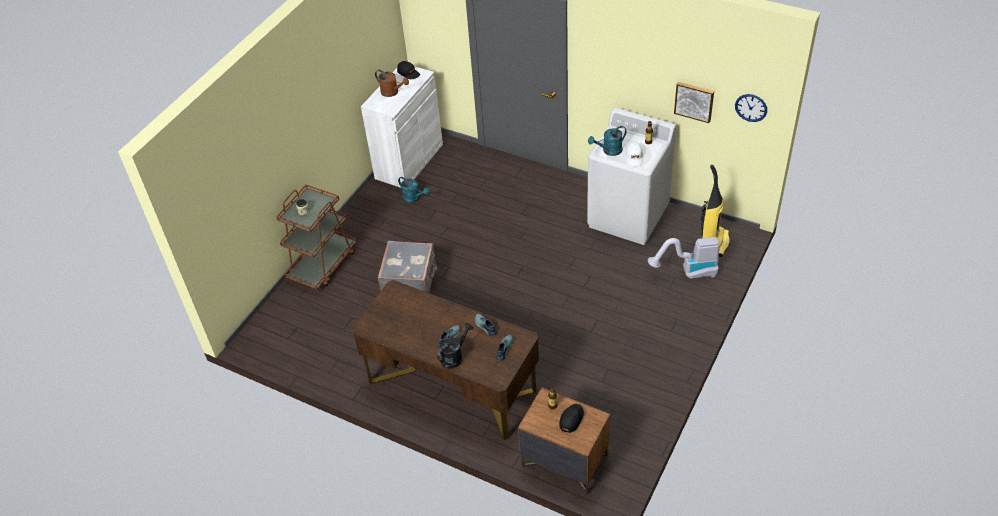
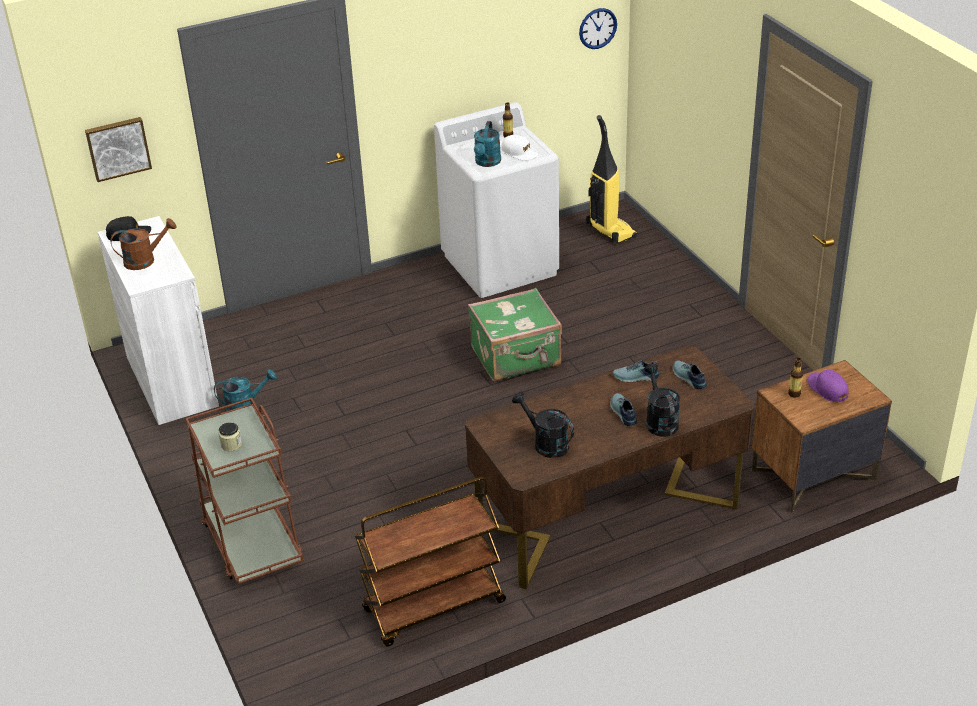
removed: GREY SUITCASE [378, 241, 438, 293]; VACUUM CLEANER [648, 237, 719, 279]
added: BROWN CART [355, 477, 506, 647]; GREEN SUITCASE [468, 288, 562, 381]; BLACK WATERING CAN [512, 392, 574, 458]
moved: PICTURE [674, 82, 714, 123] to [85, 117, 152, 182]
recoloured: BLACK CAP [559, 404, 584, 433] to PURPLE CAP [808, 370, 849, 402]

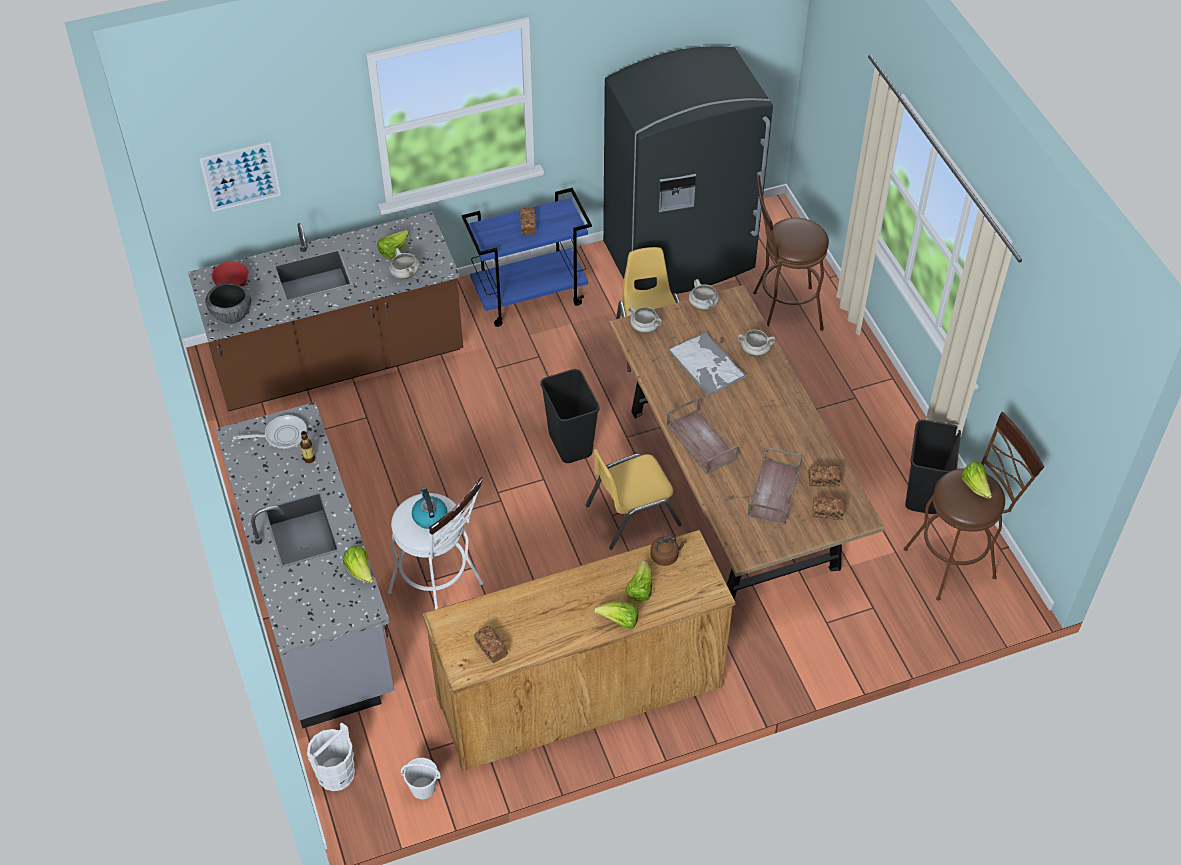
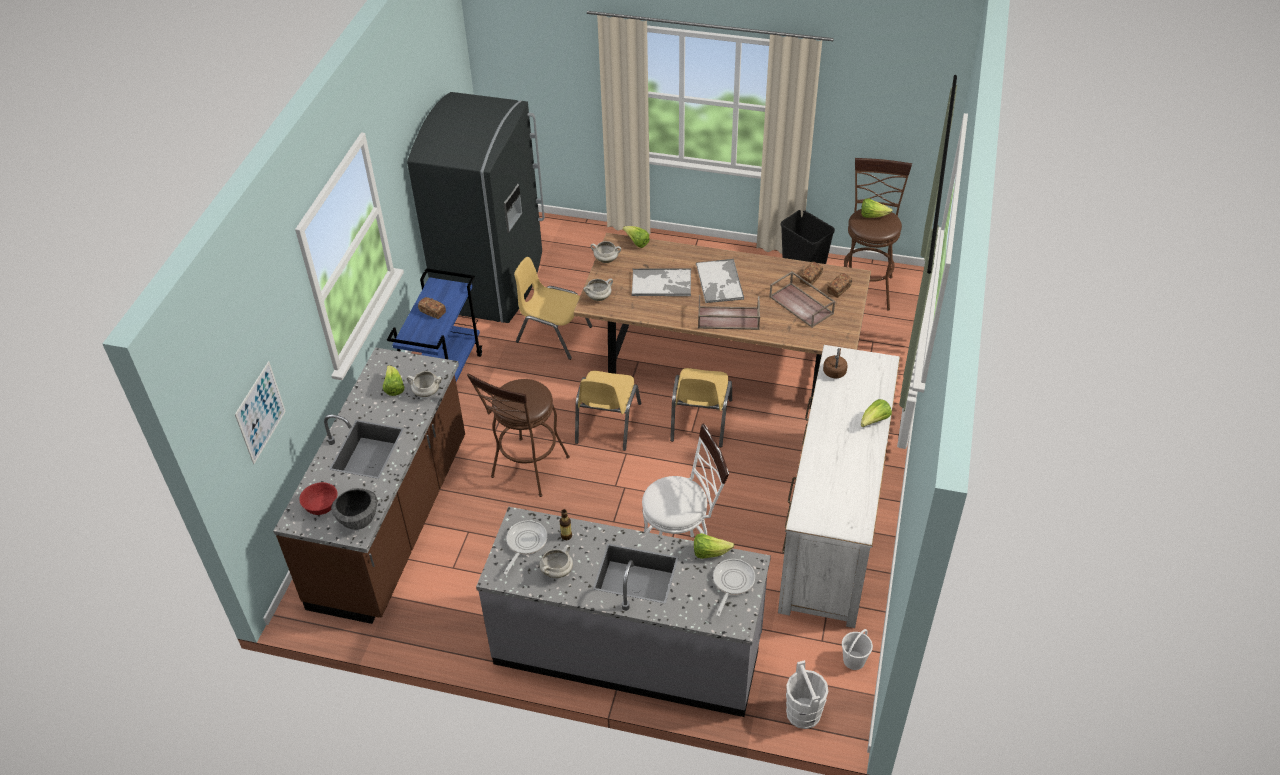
removed: KETTLE [412, 487, 447, 529]; BREAD [474, 626, 508, 663]
added: TRAY [696, 259, 744, 303]; FRYING PAN [713, 559, 755, 617]
moved: LETTUCE [626, 560, 652, 602] to [623, 226, 650, 248]; WHITE COOKING POT [738, 329, 776, 357] to [539, 545, 573, 578]; BROWN STOOL [753, 175, 829, 331] to [467, 373, 570, 497]
replaced: BLACK TRASH CAN [540, 369, 600, 463] to YELLOW CHAIR [575, 371, 641, 451]
recoloured: BROWN DRESSER [422, 530, 736, 771] to WHITE DRESSER [778, 345, 900, 628]

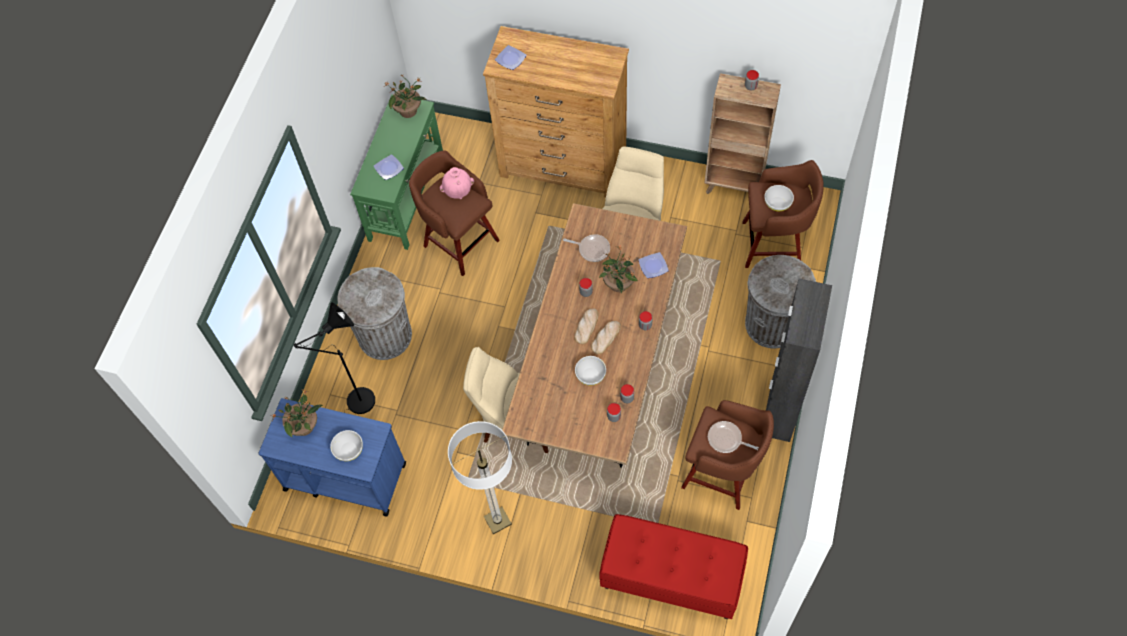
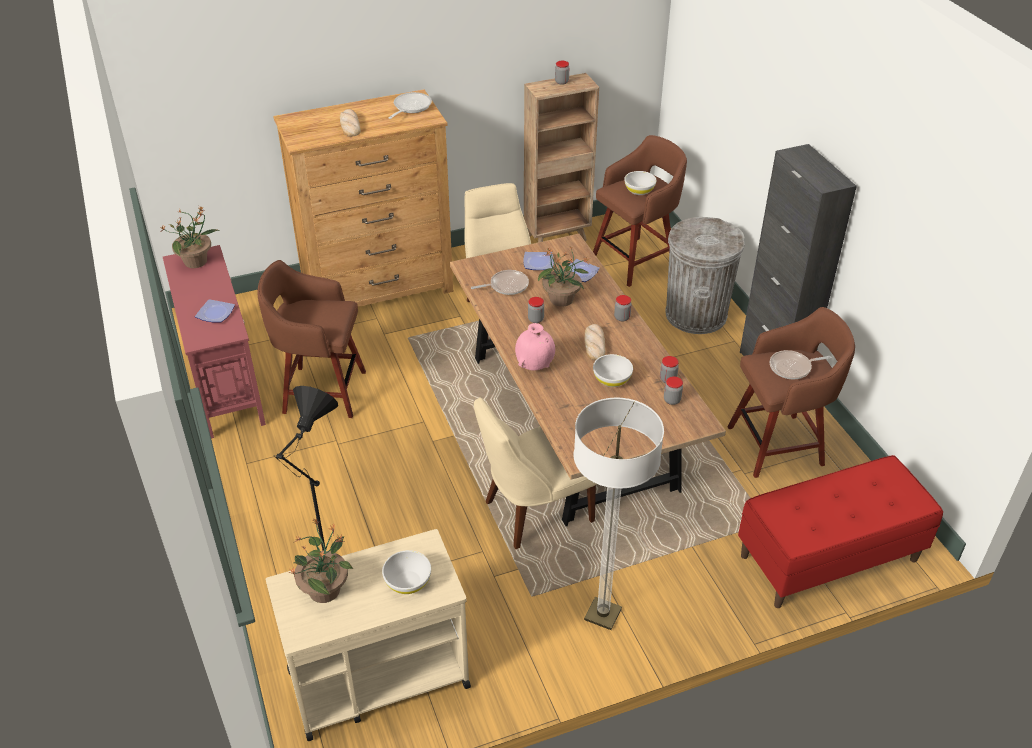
removed: GREY TRASH CAN [337, 267, 412, 360]
added: FRYING PAN [388, 92, 432, 119]
moved: PINK VASE [440, 167, 474, 199] to [515, 323, 555, 370]; PLATE [495, 45, 527, 70] to [523, 252, 554, 270]; BREAD [574, 308, 599, 344] to [340, 109, 361, 137]
recoloured: BLUE CART [258, 398, 406, 517] to BEIGE CART [266, 529, 471, 741]; GREEN CONSOLE TABLE [350, 94, 443, 250] to RED CONSOLE TABLE [163, 245, 266, 439]

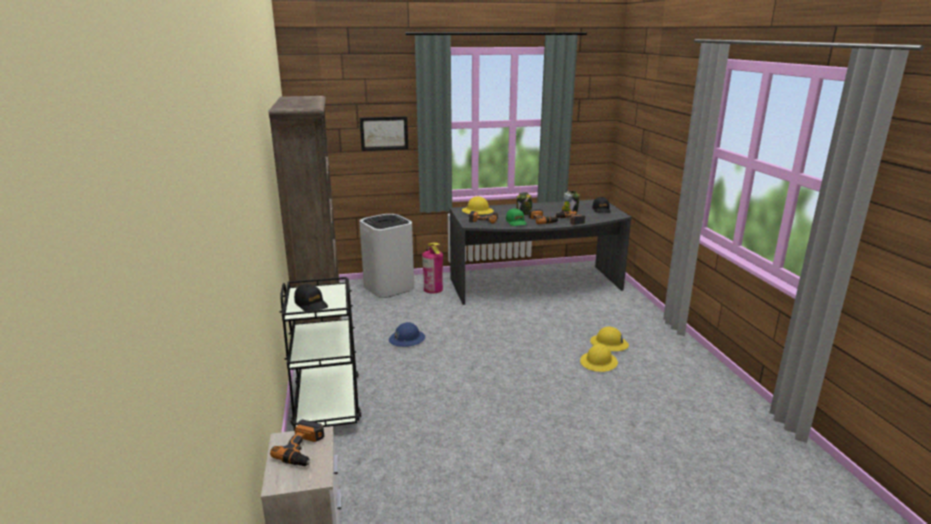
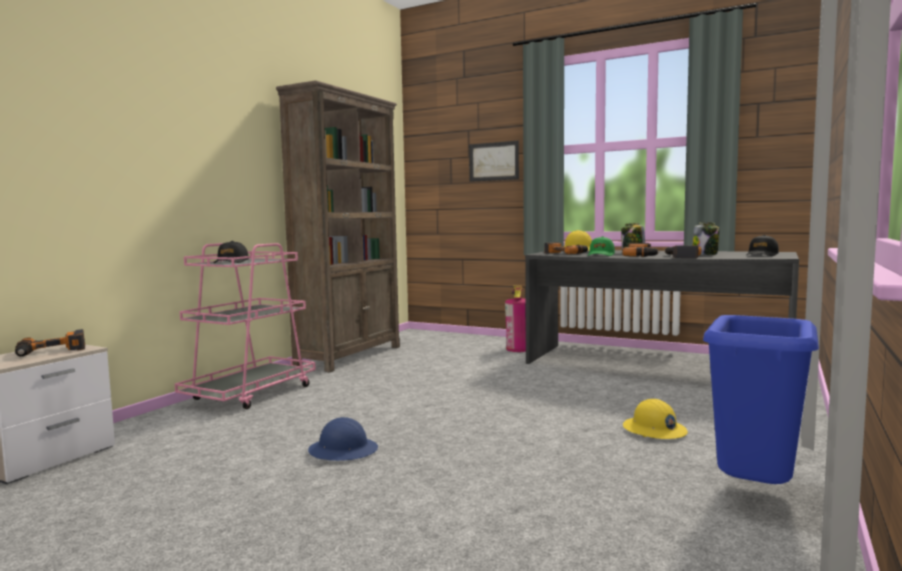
removed: WHITE TRASH CAN [359, 214, 414, 298]; YELLOW HARD HAT [580, 344, 618, 372]
added: BLUE TRASH CAN [703, 315, 819, 484]
moved: BLUE HARD HAT [389, 322, 425, 347] to [308, 417, 378, 461]
recoloured: BLACK CART [280, 277, 362, 431] to PINK CART [175, 243, 316, 409]

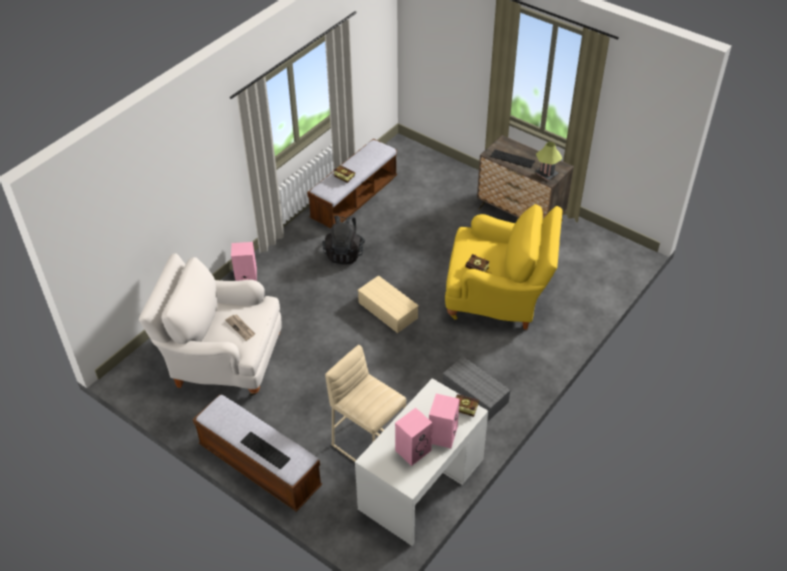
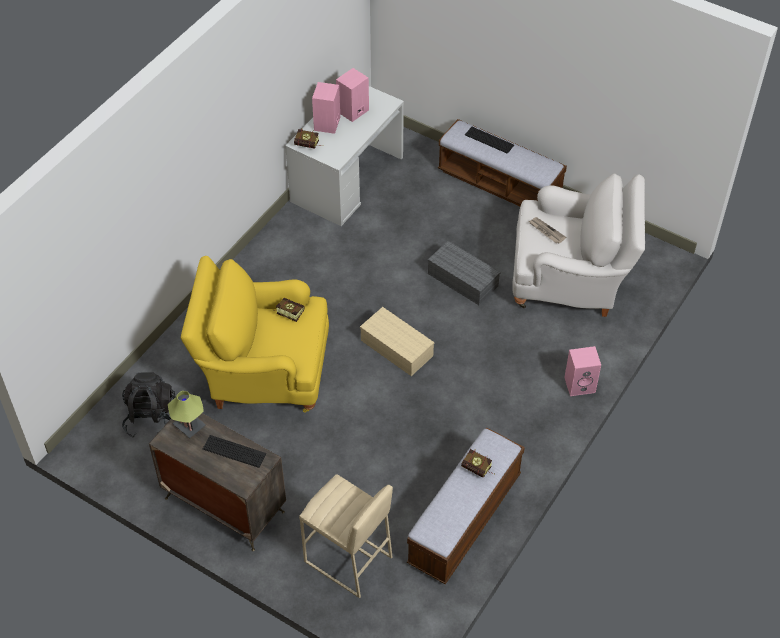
moved: BLACK BACKPACK [323, 215, 365, 264] to [122, 372, 176, 438]; BEIGE STOOL [325, 345, 406, 462] to [299, 474, 393, 598]; GREY STORAGE BOX [443, 356, 511, 420] to [428, 241, 500, 305]

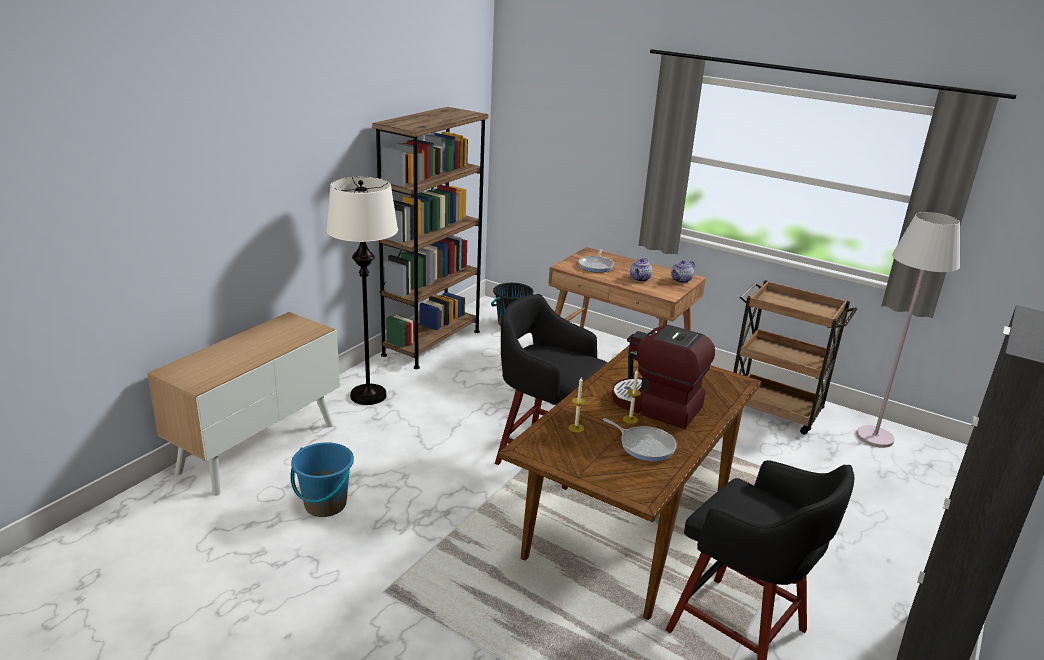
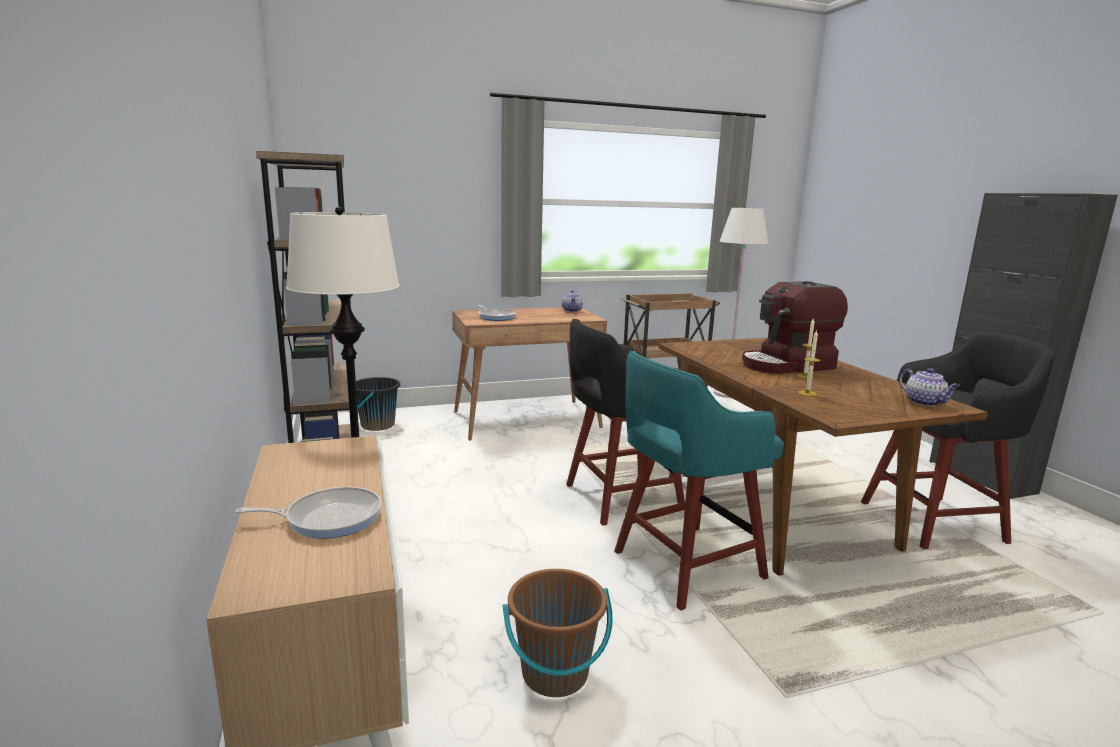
added: TURQUOISE STOOL [614, 351, 784, 611]
moved: FRYING PAN [603, 418, 677, 461] to [236, 487, 382, 539]; TEAPOT [630, 258, 652, 282] to [899, 368, 960, 406]
recoloured: BLUE BUCKET [290, 442, 354, 517] to BROWN BUCKET [503, 569, 613, 697]

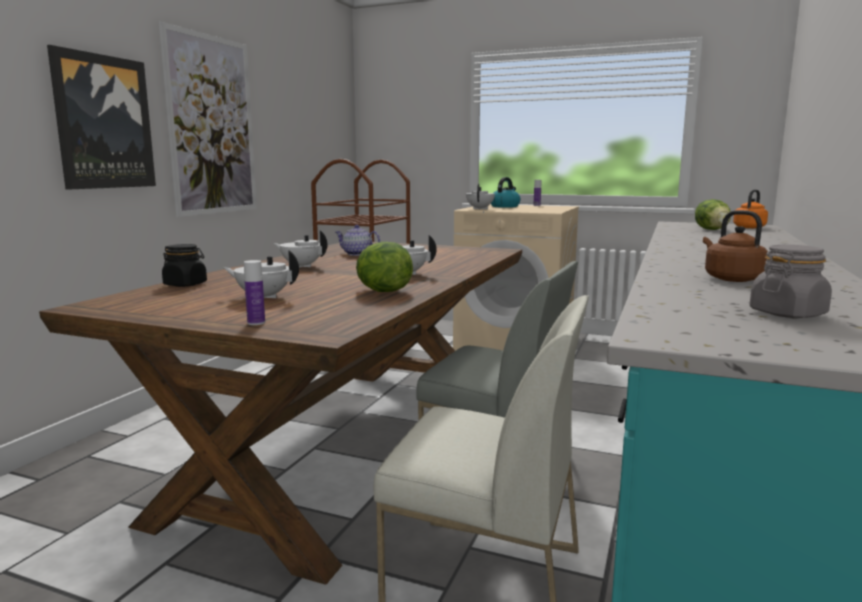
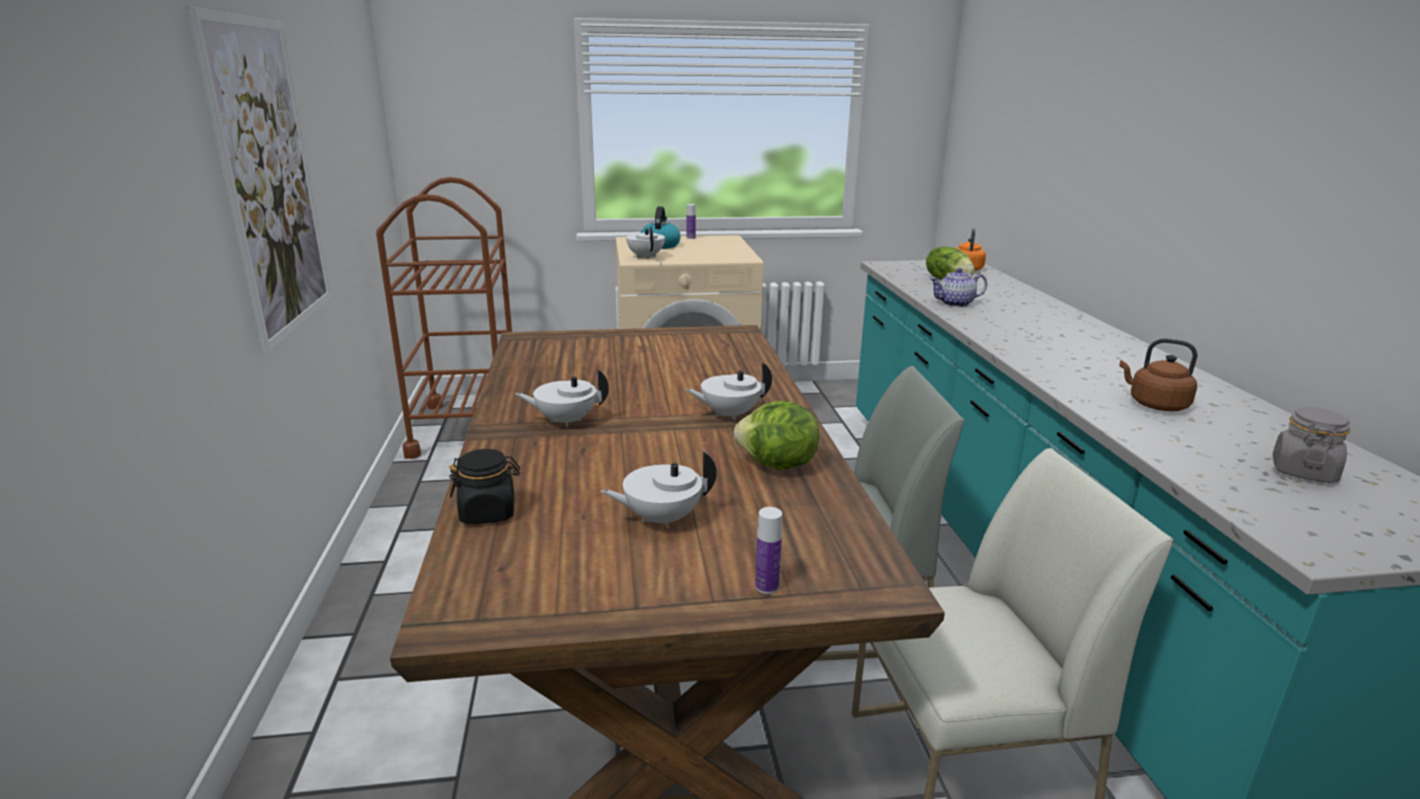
removed: PICTURE [47, 45, 156, 190]
moved: TEAPOT [335, 225, 380, 256] to [929, 268, 987, 307]

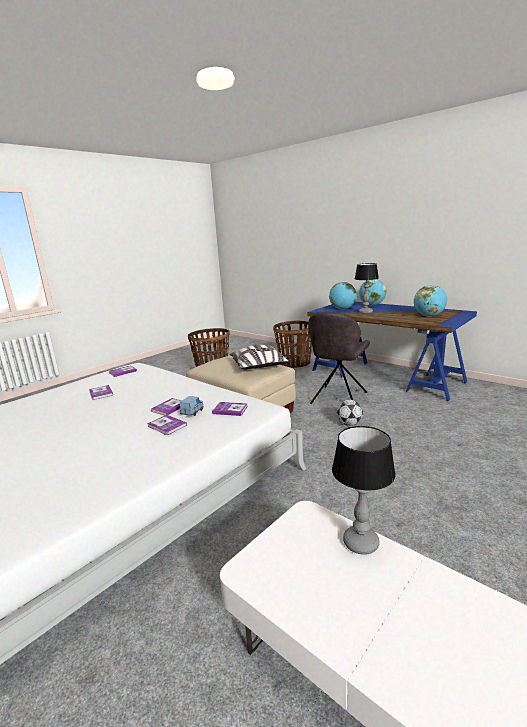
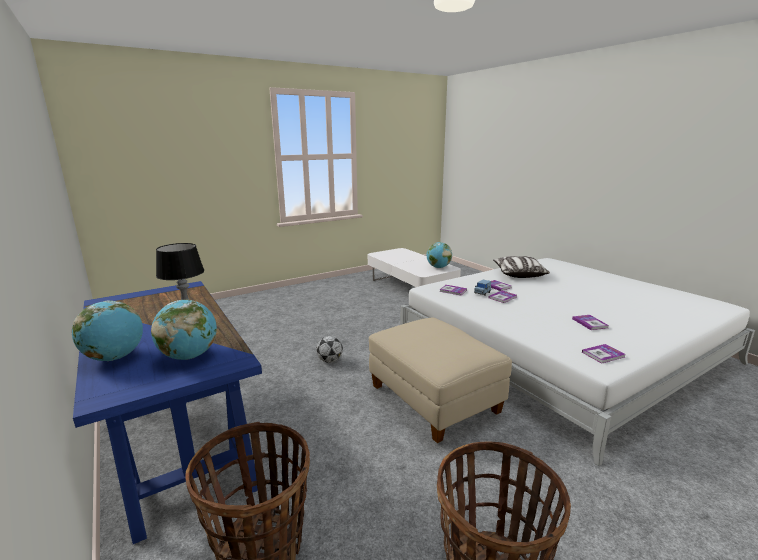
removed: GREY CHAIR [308, 311, 370, 404]; TABLE LAMP [332, 426, 396, 555]
moved: PILLOW [230, 345, 289, 369] to [493, 256, 550, 278]; GLOBE [414, 285, 447, 317] to [427, 242, 452, 268]

